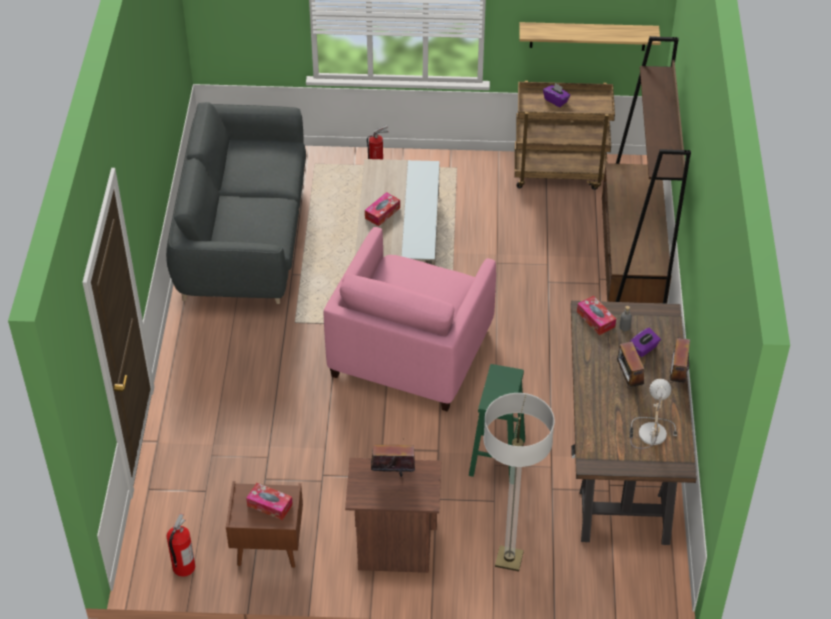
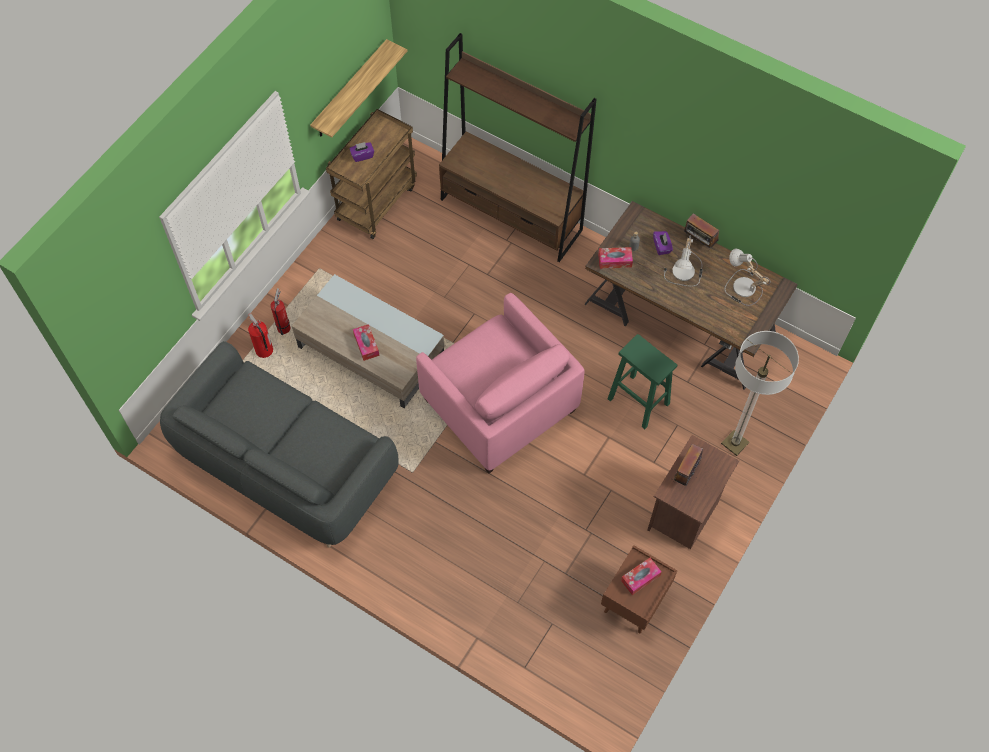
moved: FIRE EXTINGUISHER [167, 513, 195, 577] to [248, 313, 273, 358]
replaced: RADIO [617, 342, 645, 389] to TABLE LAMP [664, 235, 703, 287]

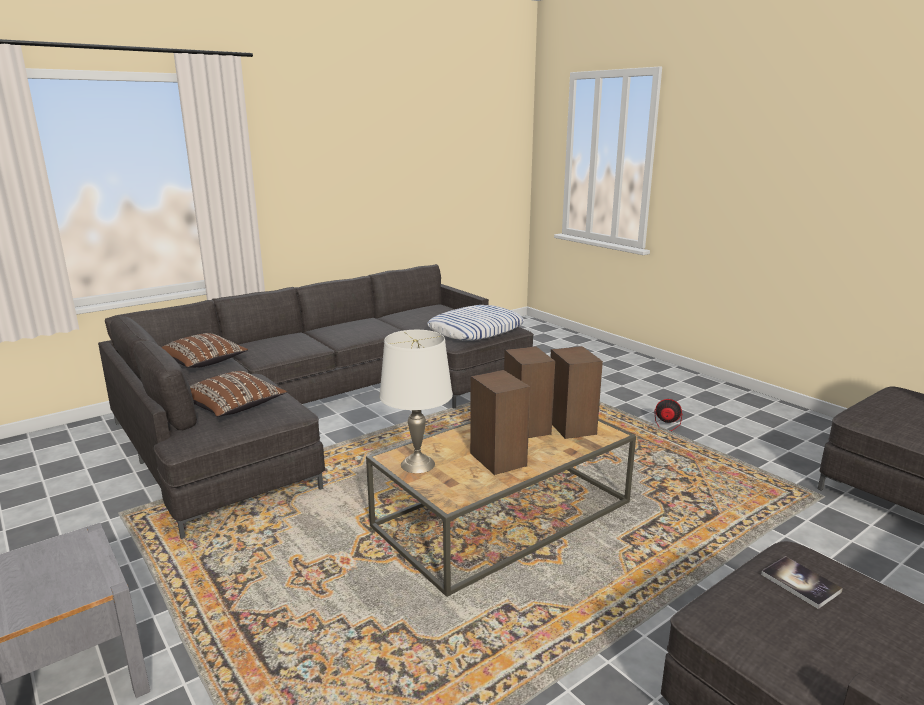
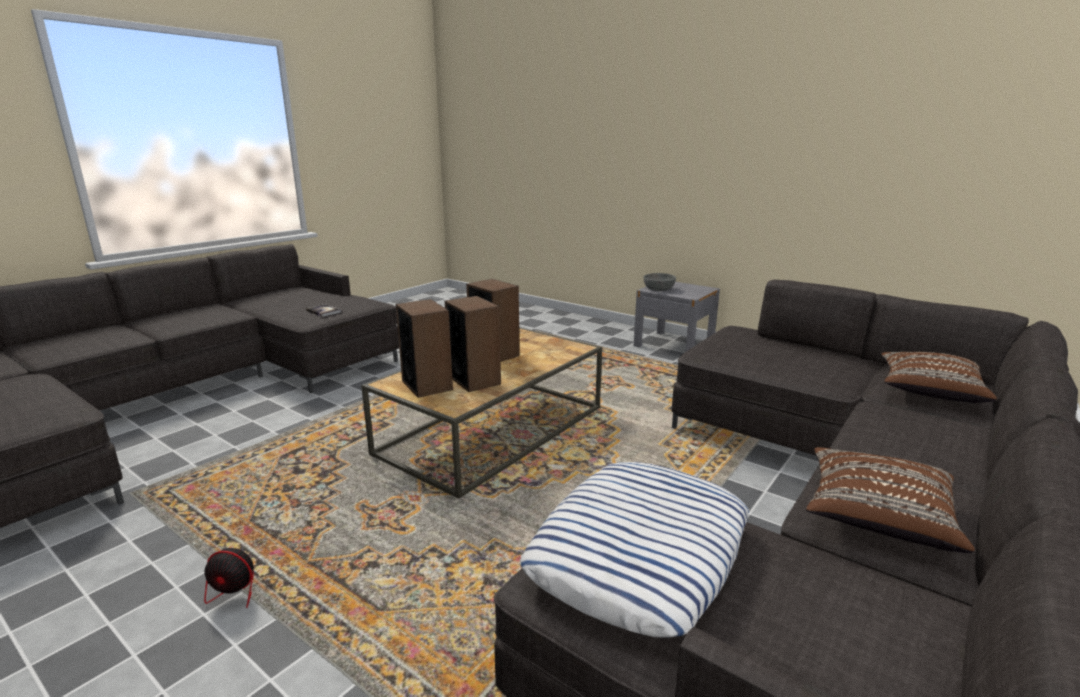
removed: WHITE TABLE LAMP [379, 330, 453, 473]
added: GREY BOWL [643, 273, 676, 291]
moved: BROWN PILLOW [190, 371, 287, 417] to [806, 447, 975, 553]

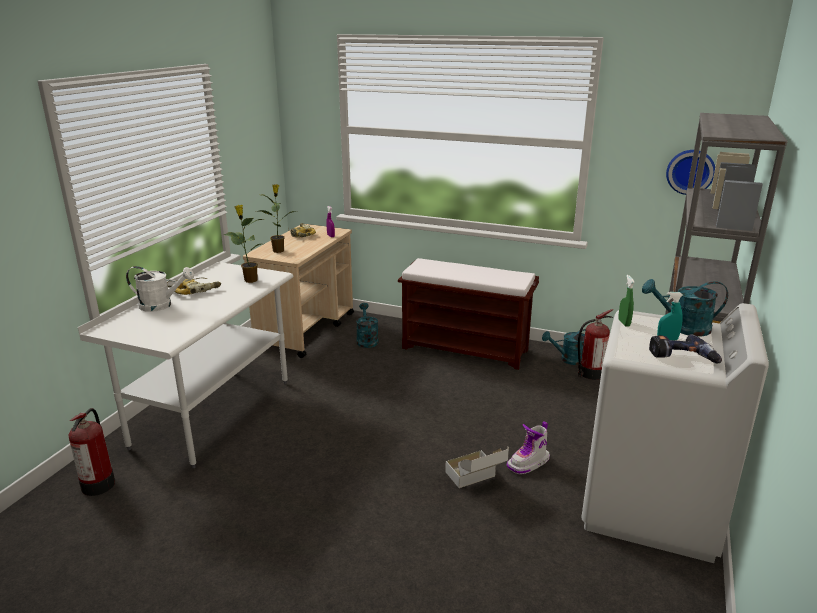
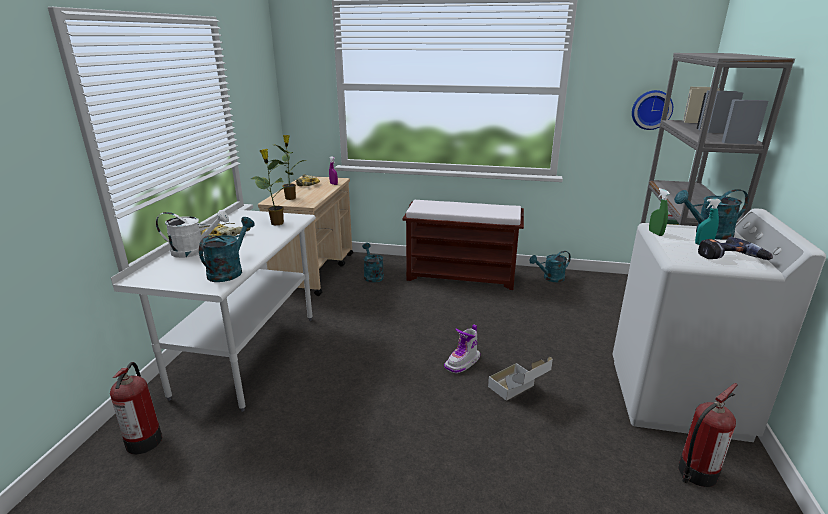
added: TURQUOISE WATERING CAN [199, 217, 255, 282]
moved: BOOT [507, 421, 550, 474] to [444, 324, 480, 373]; FIRE EXTINGUISHER [578, 309, 613, 380] to [678, 383, 738, 487]

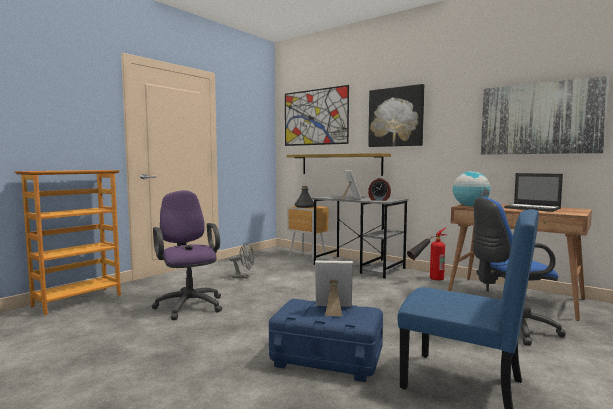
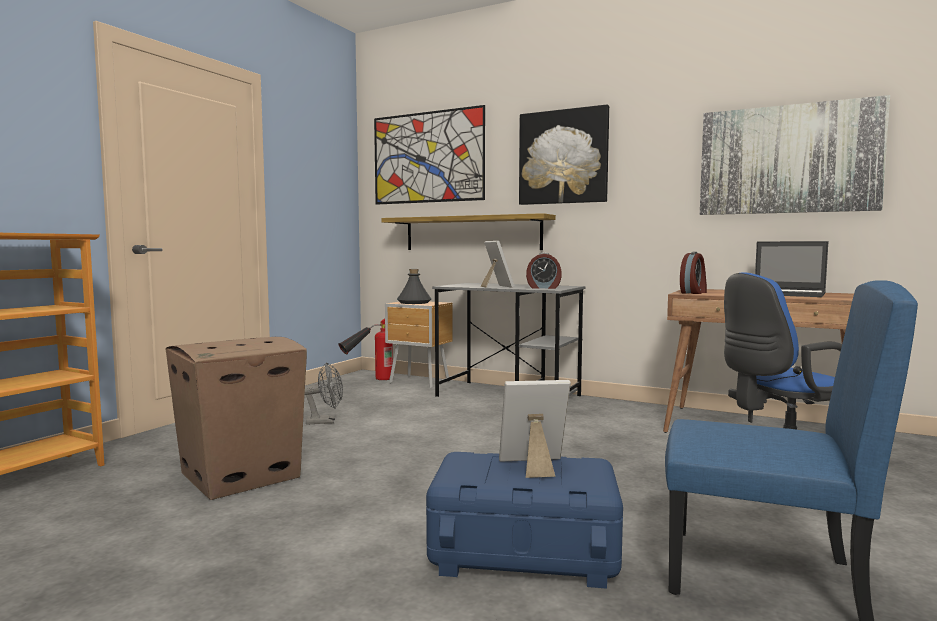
moved: FIRE EXTINGUISHER [407, 228, 446, 281] to [339, 318, 393, 380]
replaced: PURPLE OFFICE CHAIR [152, 190, 222, 320] to CARDBOARD BOX [165, 337, 307, 500]; GLOBE [453, 171, 490, 206] to ALARM CLOCK [680, 252, 707, 294]

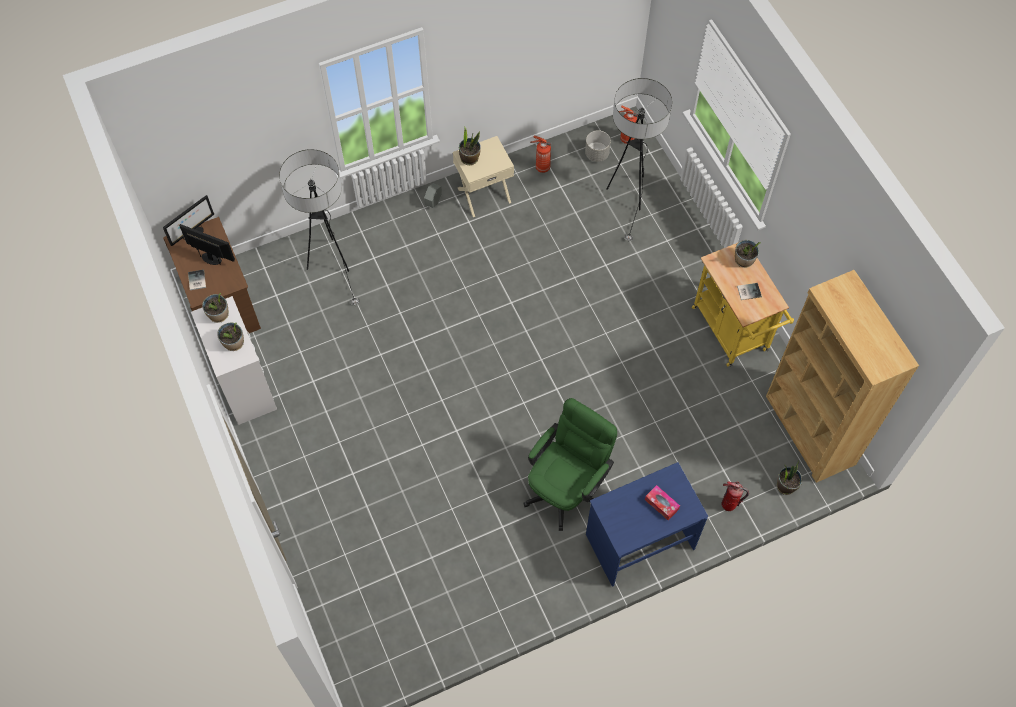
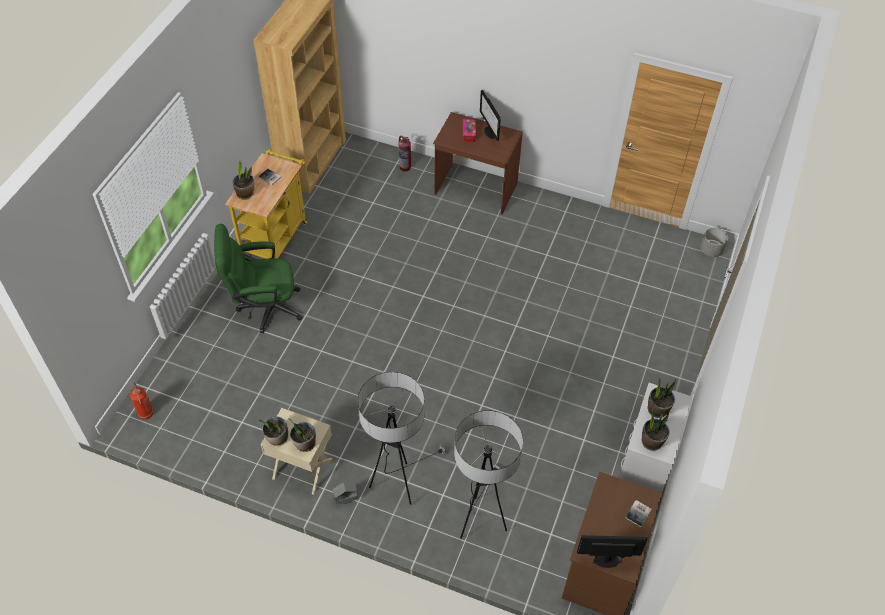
removed: FIRE EXTINGUISHER [530, 135, 551, 173]
moved: MONITOR [179, 224, 235, 265] to [480, 90, 501, 141]; GREEN OFFICE CHAIR [523, 398, 617, 531] to [214, 224, 302, 333]; GREY PLANTER [585, 130, 611, 162] to [701, 227, 728, 257]; FLOOR LAMP [606, 78, 672, 242] to [358, 372, 447, 505]; POTTED PLANT [777, 460, 802, 495] to [259, 416, 288, 446]
recoloured: BLUE DESK [586, 462, 708, 587] to BROWN DESK [433, 112, 523, 215]

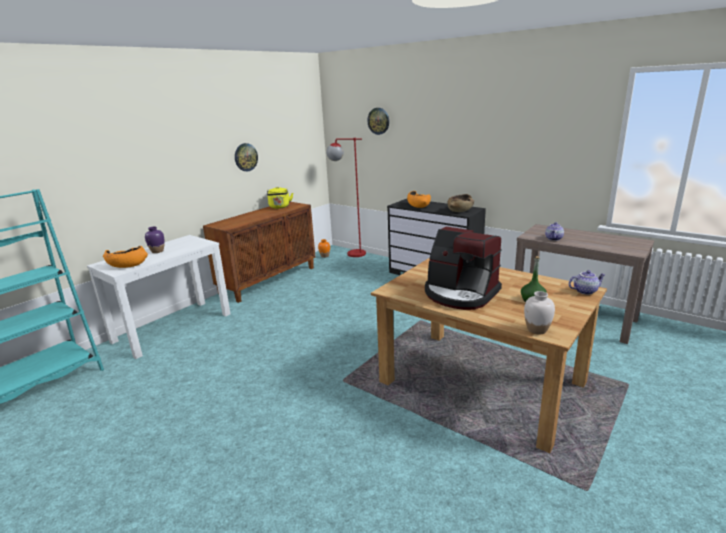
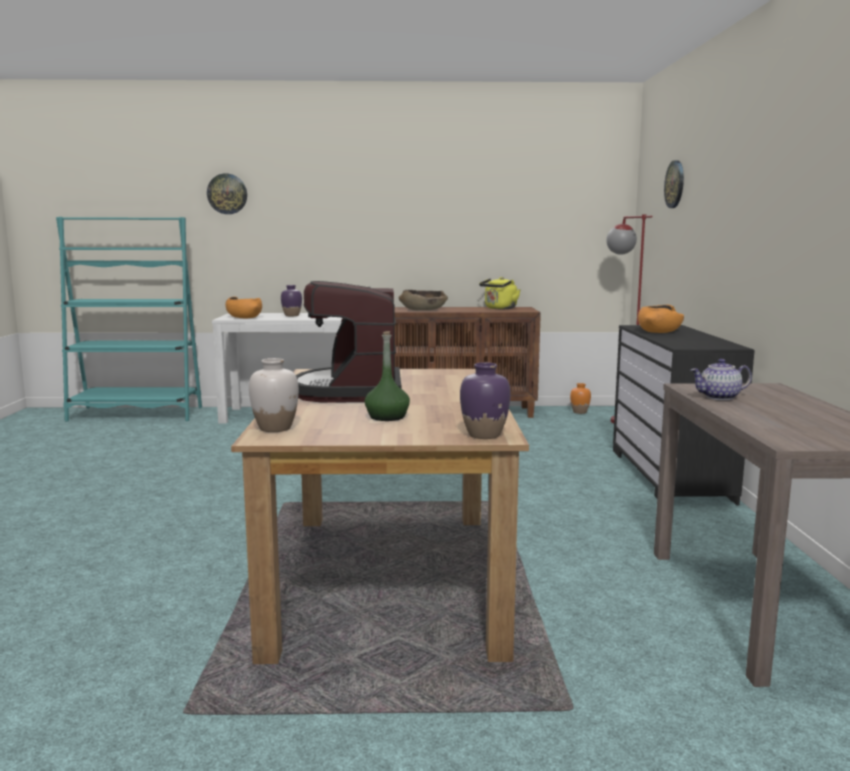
moved: WALL CLOCK [235, 143, 258, 171] to [207, 174, 247, 214]; BROWN BOWL [448, 194, 474, 212] to [399, 290, 448, 310]
replaced: TEAPOT [569, 270, 606, 295] to PURPLE VASE [460, 362, 511, 439]

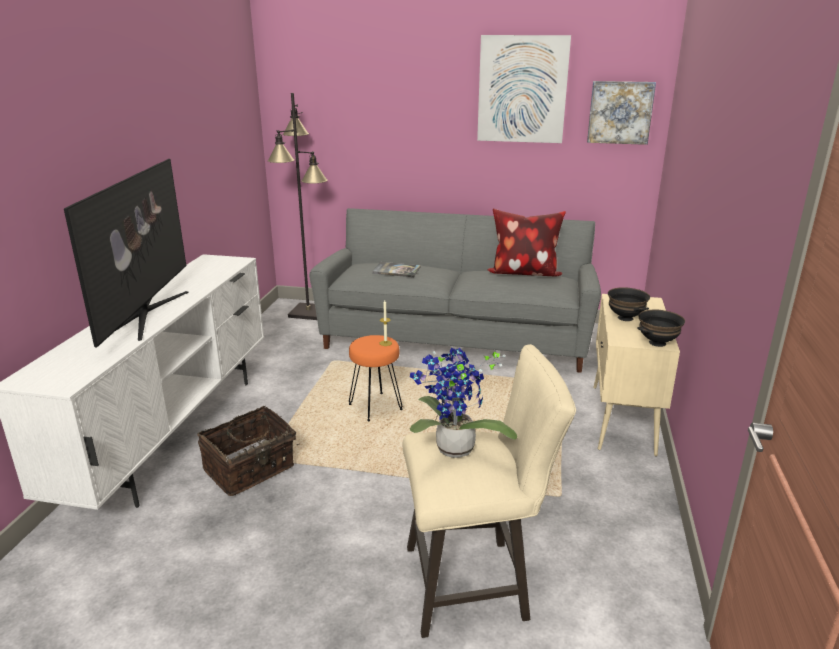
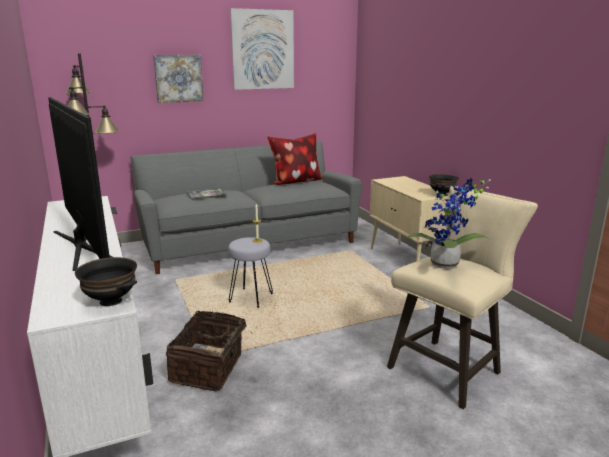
moved: PICTURE [587, 81, 656, 145] to [153, 55, 204, 103]; BLACK BOWL [608, 287, 650, 321] to [75, 257, 137, 306]
recoloured: ORANGE STOOL [349, 335, 403, 421] to GREY STOOL [228, 237, 273, 308]

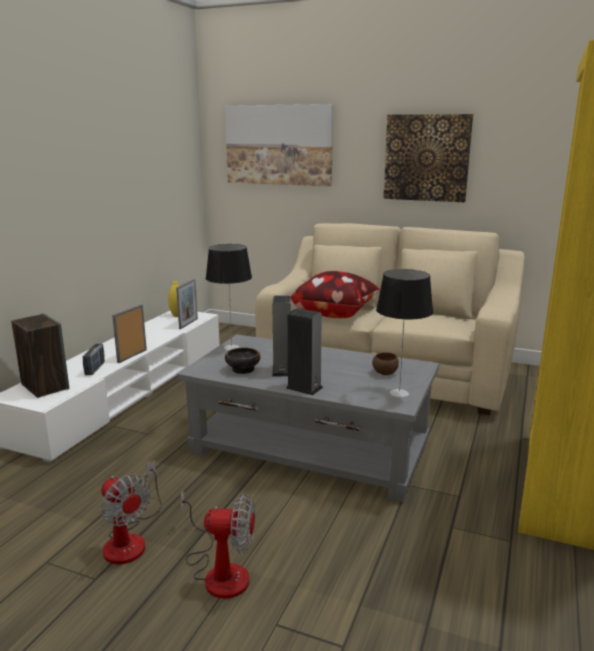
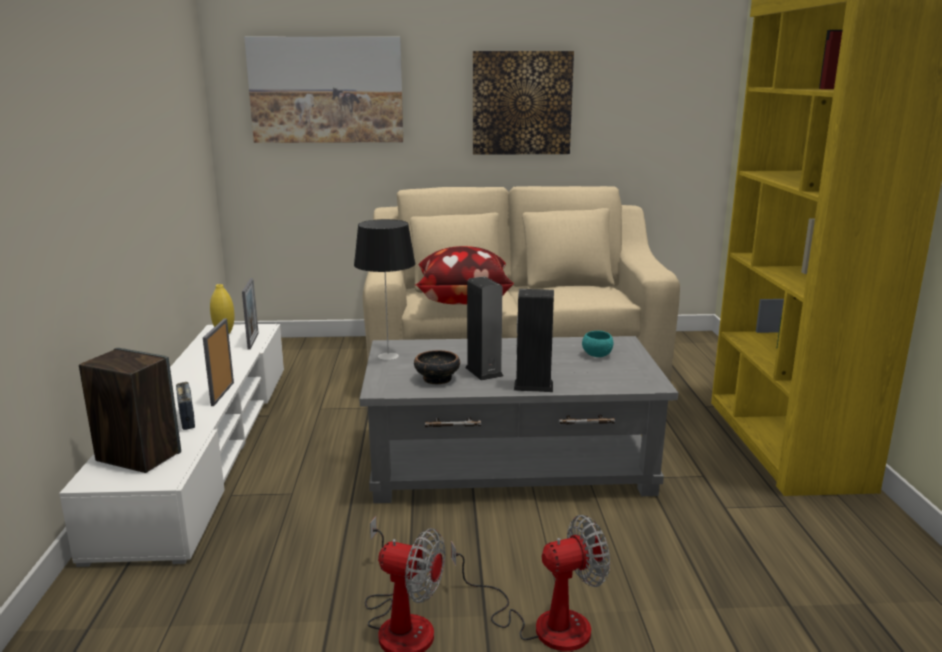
removed: TABLE LAMP [376, 269, 433, 397]
recoloured: BROWN BOWL [372, 352, 399, 375] to TURQUOISE BOWL [582, 331, 613, 357]

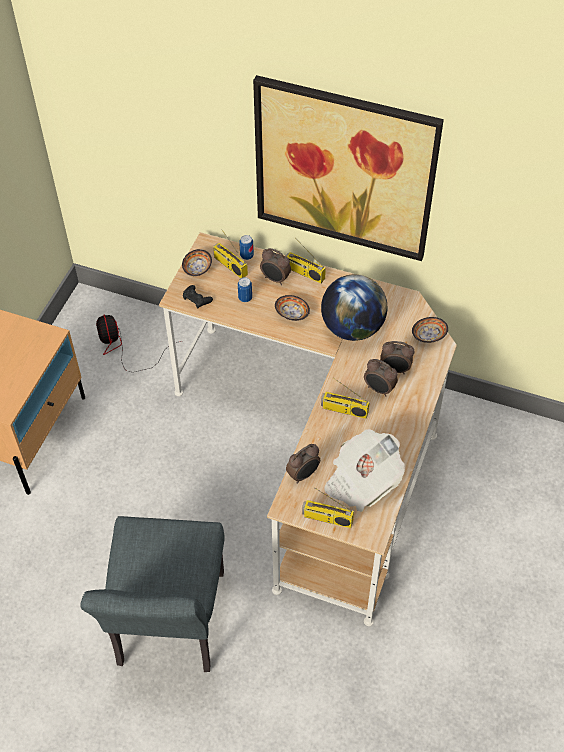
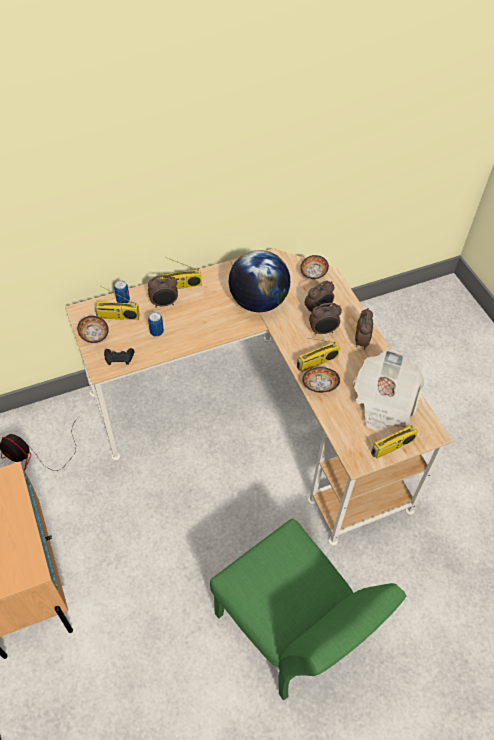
removed: PICTURE [253, 75, 444, 261]
moved: BOWL [275, 295, 310, 321] to [302, 367, 340, 393]; ALARM CLOCK [286, 444, 320, 484] to [355, 308, 373, 350]
recoloured: GREY CHAIR [80, 516, 225, 672] to GREEN CHAIR [210, 518, 406, 700]

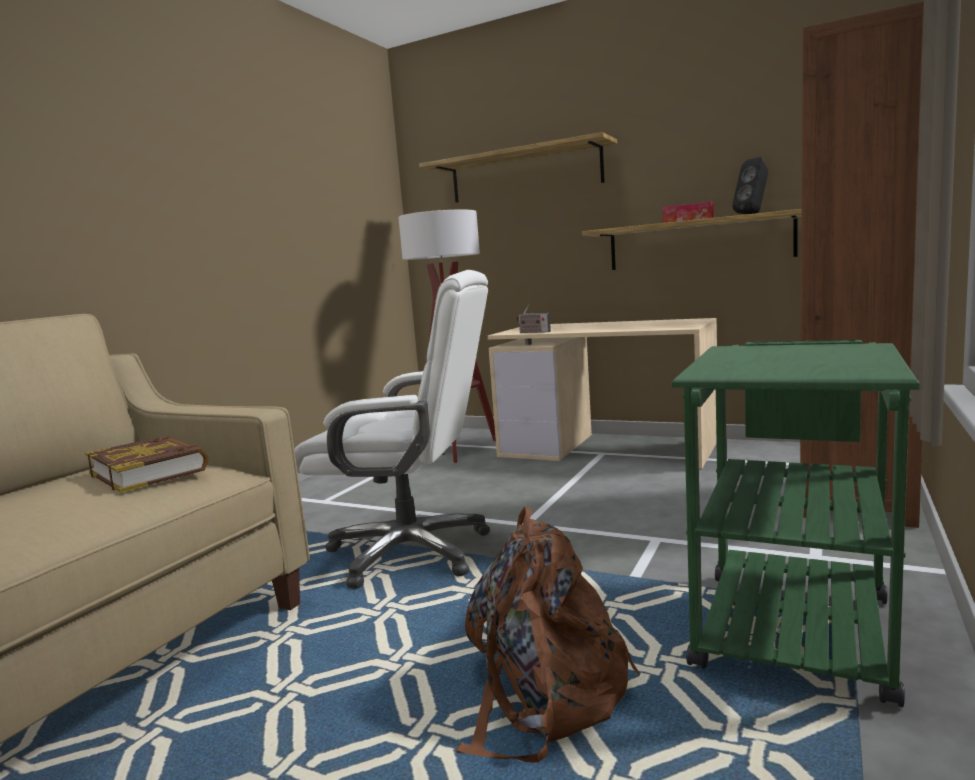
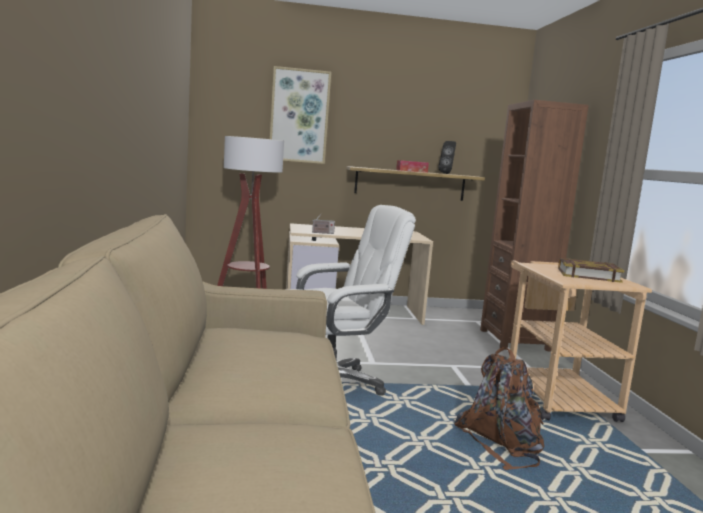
moved: BOOK [85, 436, 209, 493] to [558, 258, 624, 283]
replaced: SHELF [419, 132, 617, 203] to PICTURE [270, 66, 331, 164]
recoloured: GREEN CART [672, 340, 920, 707] to BEIGE CART [509, 260, 652, 422]

